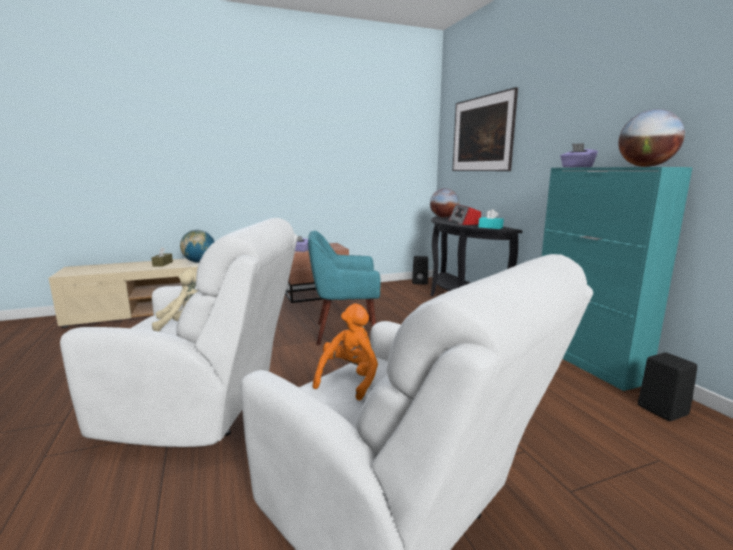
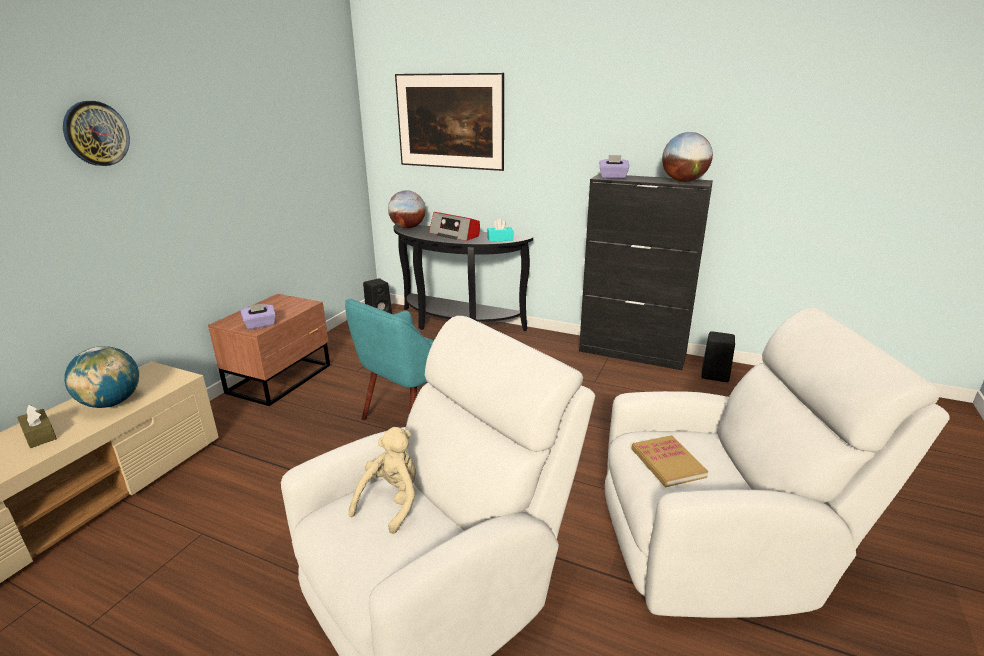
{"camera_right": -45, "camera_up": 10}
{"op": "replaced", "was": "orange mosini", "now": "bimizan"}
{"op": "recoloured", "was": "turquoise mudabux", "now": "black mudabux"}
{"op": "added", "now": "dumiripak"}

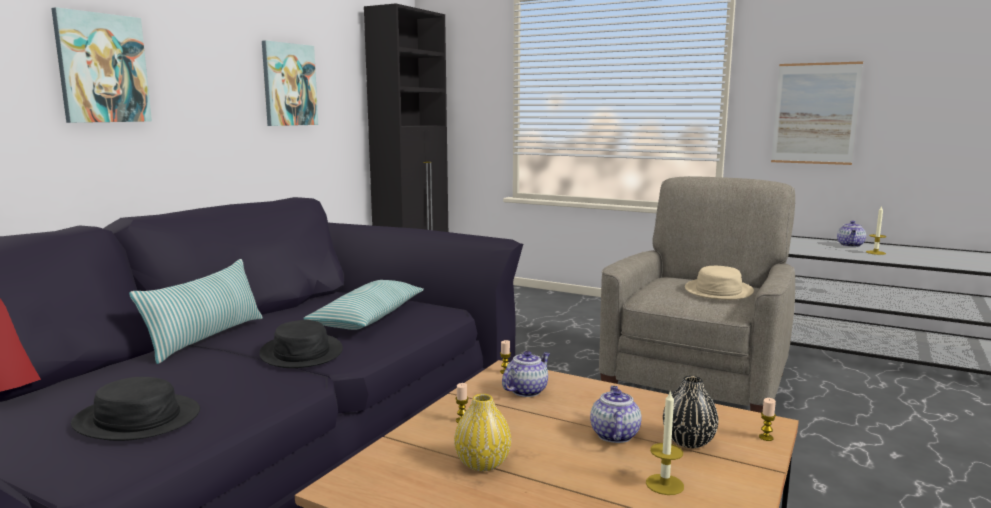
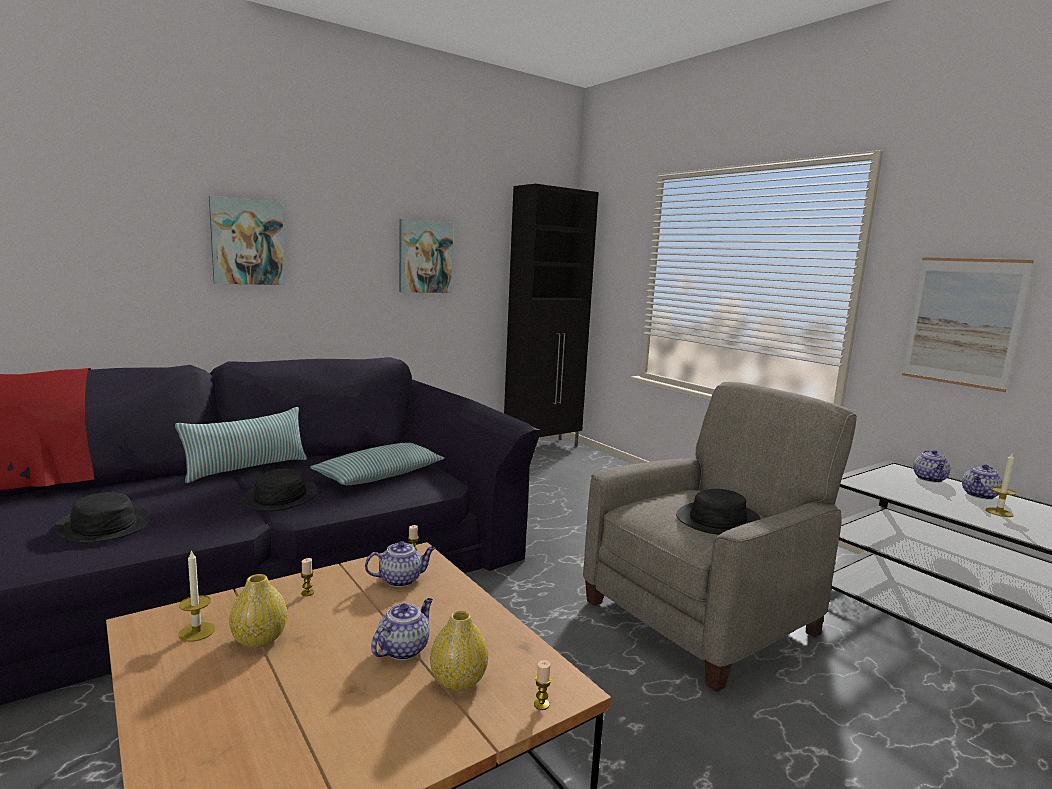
{"camera_right": 25, "camera_up": 0}
{"op": "moved", "was": "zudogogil (3rd from left in the first image)", "now": "zudogogil (1st from left)"}
{"op": "recoloured", "was": "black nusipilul", "now": "yellow nusipilul (2nd from left)"}
{"op": "recoloured", "was": "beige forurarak", "now": "black forurarak (3rd from left)"}
{"op": "added", "now": "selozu (3rd from left)"}

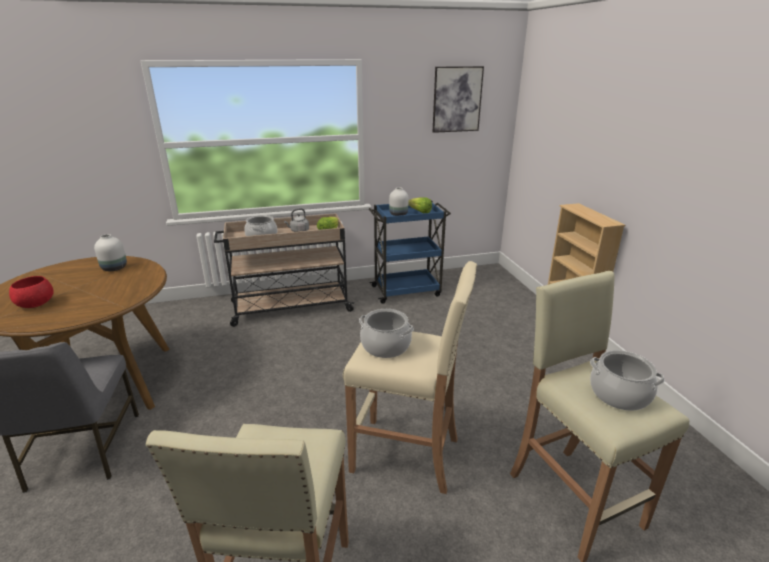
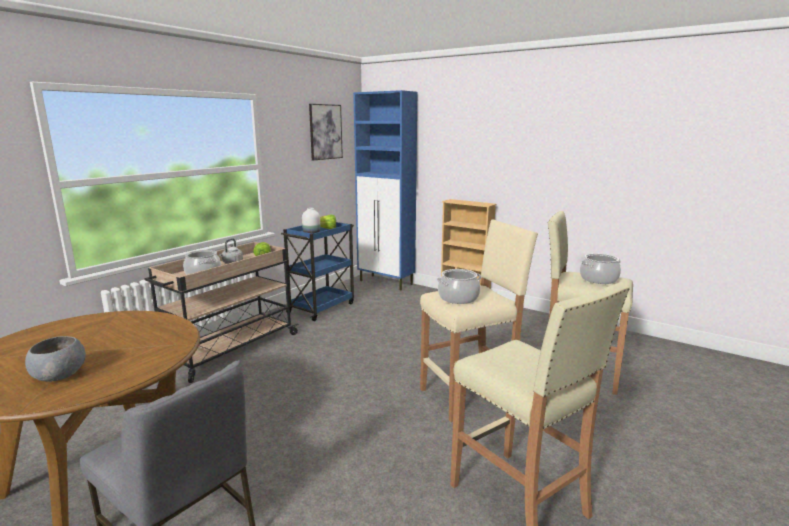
{"camera_right": -40, "camera_up": -10}
{"op": "recoloured", "was": "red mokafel", "now": "grey mokafel"}
{"op": "removed", "was": "white nusipilul (1st from left)"}
{"op": "added", "now": "blue mudabux"}

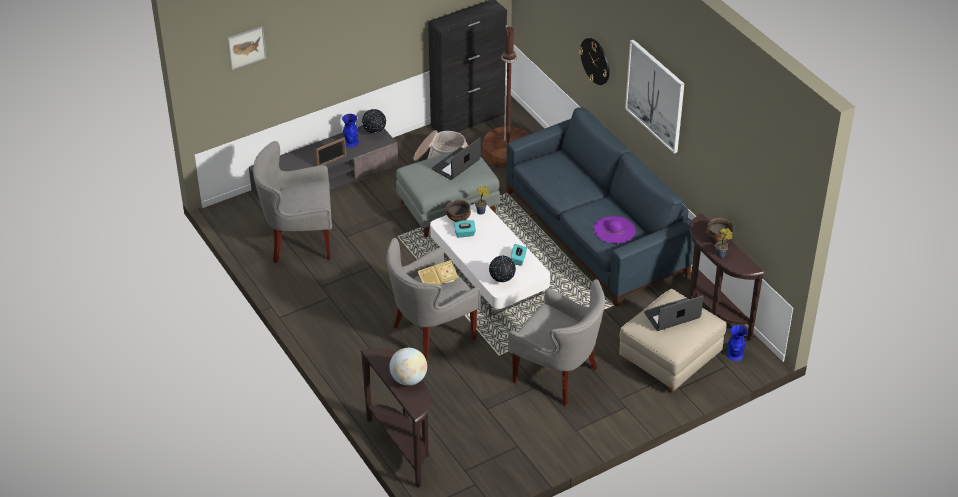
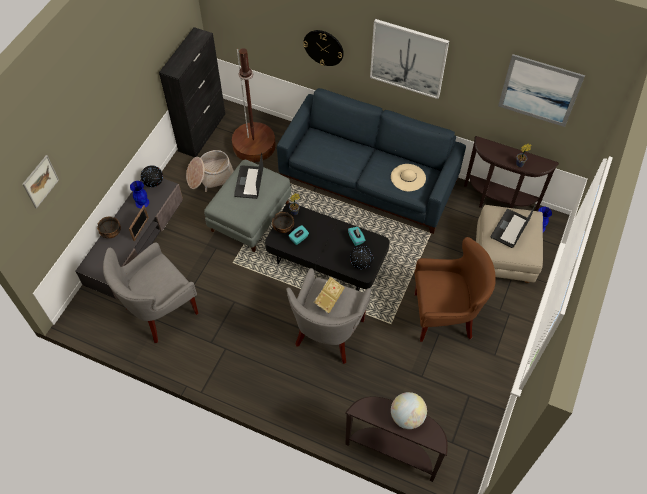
{"camera_right": -35, "camera_up": 15}
{"op": "recoloured", "was": "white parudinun", "now": "black parudinun"}
{"op": "recoloured", "was": "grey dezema (3rd from left)", "now": "brown dezema"}
{"op": "recoloured", "was": "purple forurarak", "now": "beige forurarak"}
{"op": "moved", "was": "mokafel (2nd from left in the first image)", "now": "mokafel (1st from left)"}
{"op": "added", "now": "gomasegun (3rd from left)"}

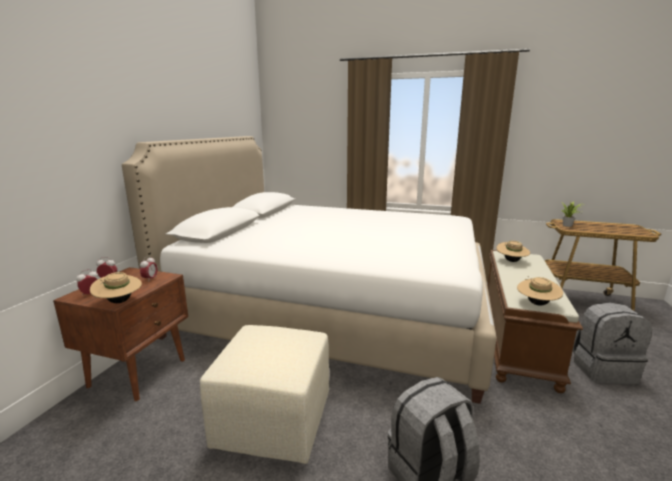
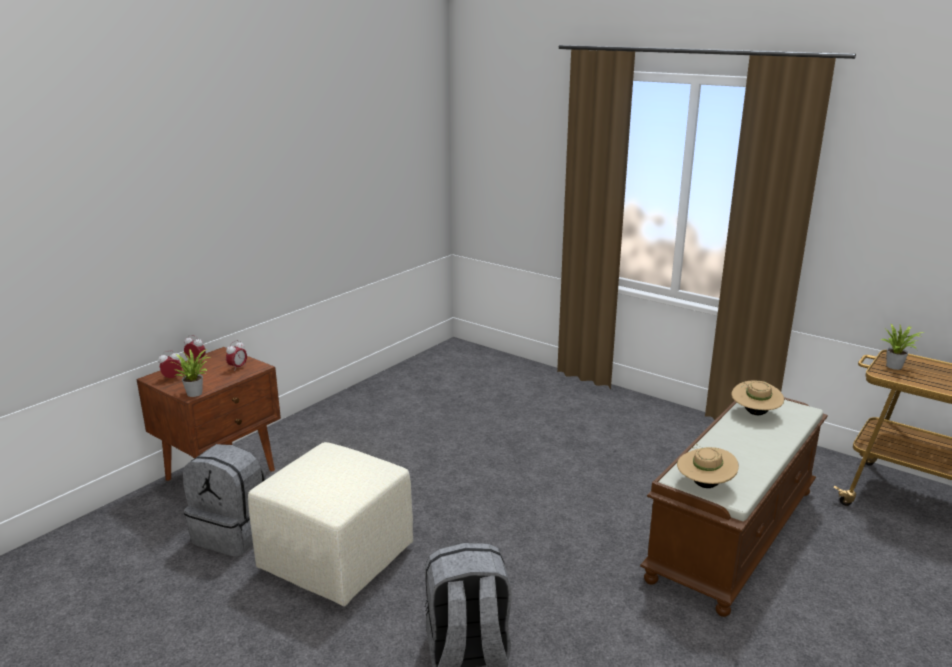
{"camera_right": 20, "camera_up": 5}
{"op": "replaced", "was": "beige forurarak (1st from left)", "now": "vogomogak (1st from left)"}
{"op": "removed", "was": "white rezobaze"}
{"op": "moved", "was": "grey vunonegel (2nd from left in the first image)", "now": "grey vunonegel (1st from left)"}

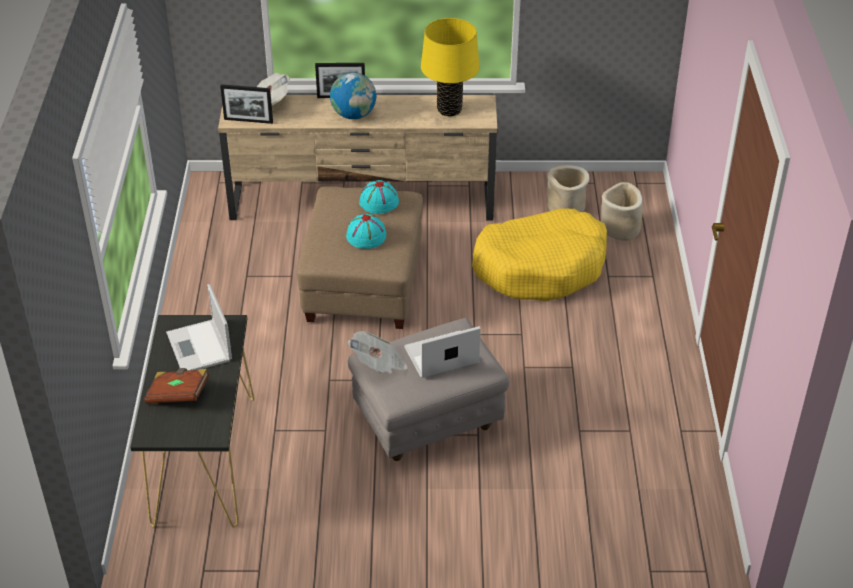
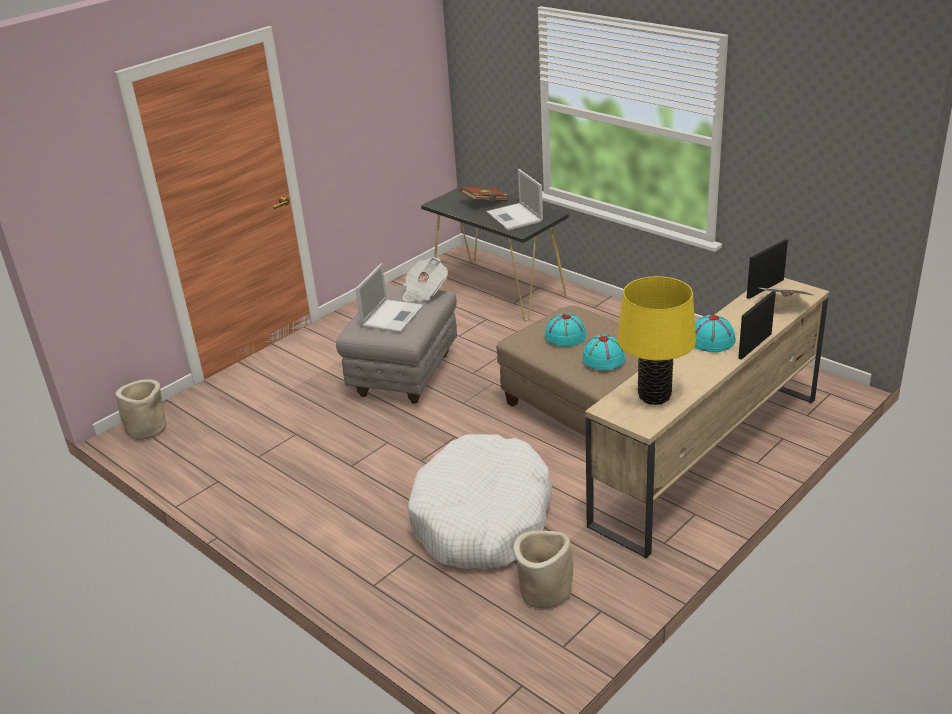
{"camera_right": 135, "camera_up": -10}
{"op": "turned", "was": "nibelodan (1st from left in the first image)", "clockwise": -135}
{"op": "replaced", "was": "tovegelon", "now": "turquoise forurarak (3rd from left)"}
{"op": "recoloured", "was": "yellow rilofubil", "now": "white rilofubil"}
{"op": "moved", "was": "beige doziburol (2nd from left in the first image)", "now": "beige doziburol (1st from left)"}

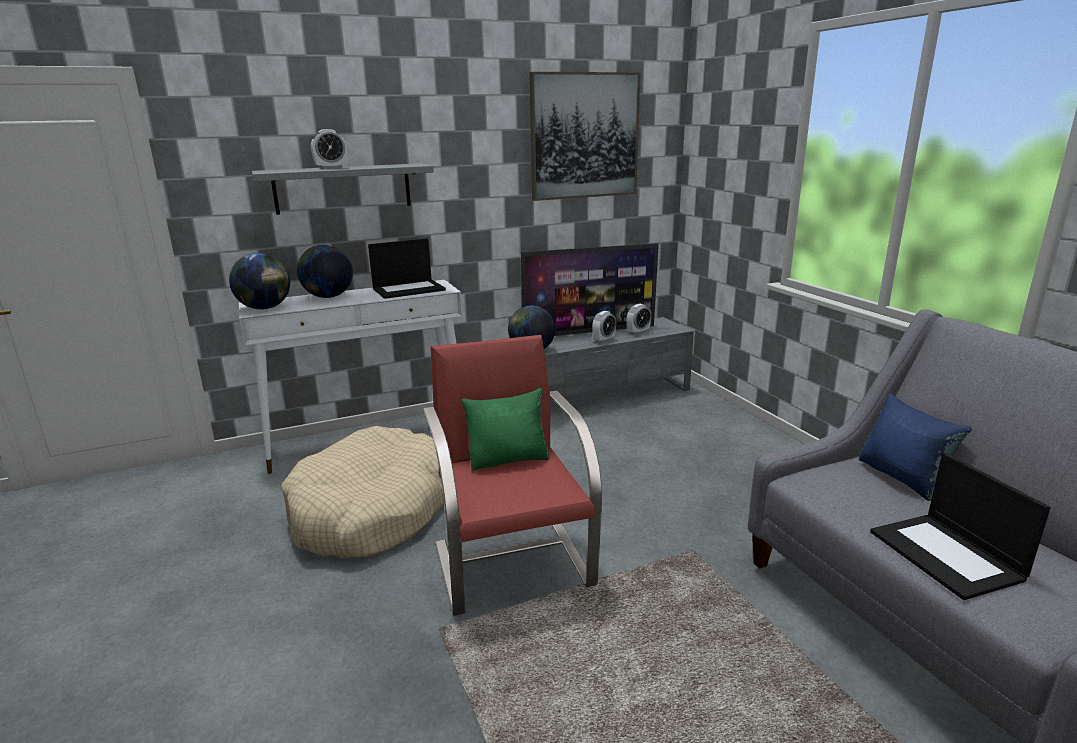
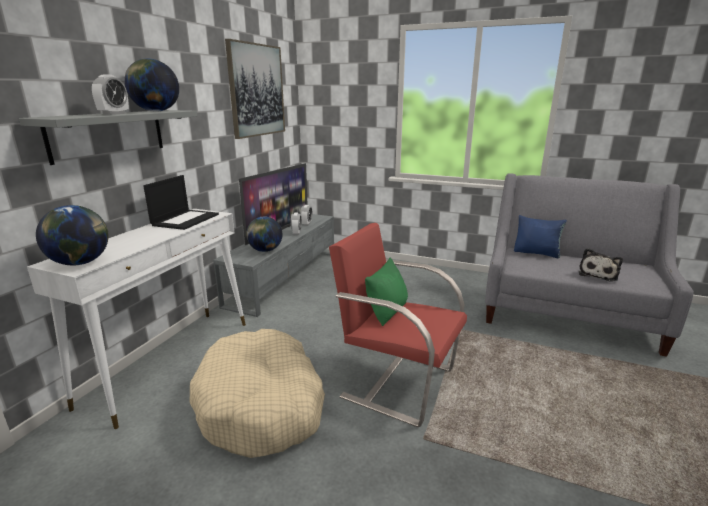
{"camera_right": -45, "camera_up": 0}
{"op": "moved", "was": "tovegelon (2nd from left)"}
{"op": "replaced", "was": "nibelodan (2nd from left)", "now": "mosini"}

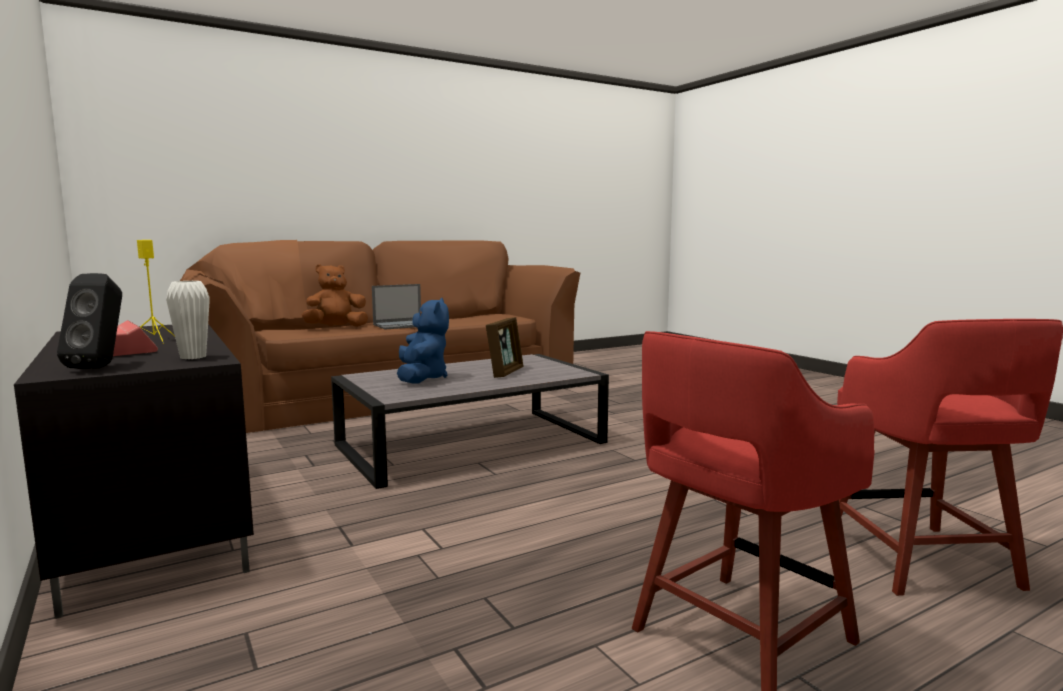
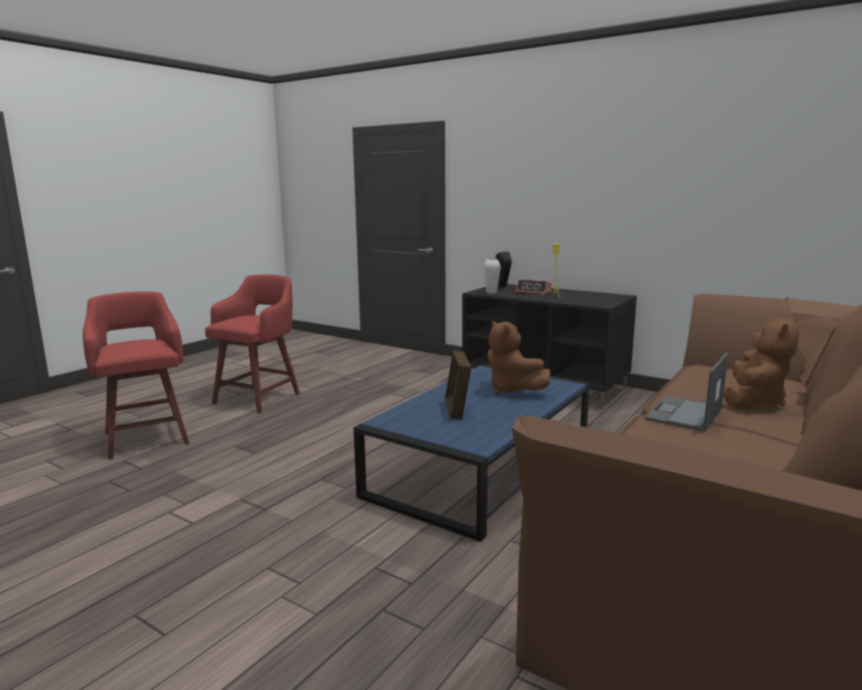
{"camera_right": 155, "camera_up": 5}
{"op": "recoloured", "was": "grey parudinun", "now": "blue parudinun"}
{"op": "recoloured", "was": "blue mosini", "now": "brown mosini (1st from left)"}

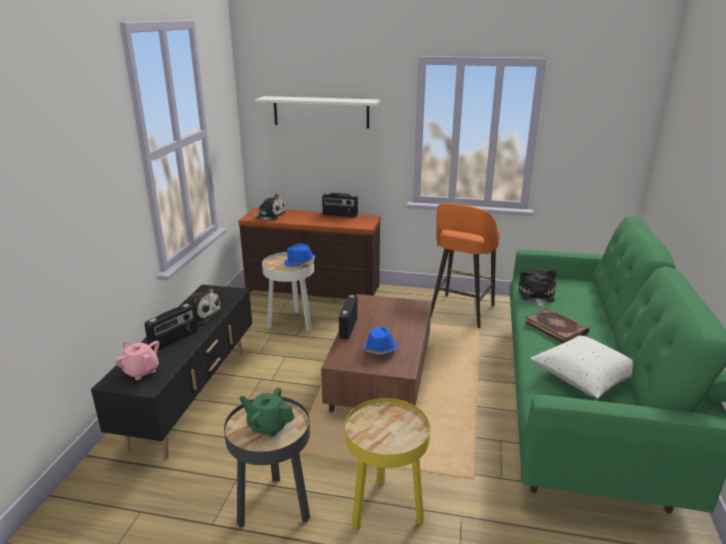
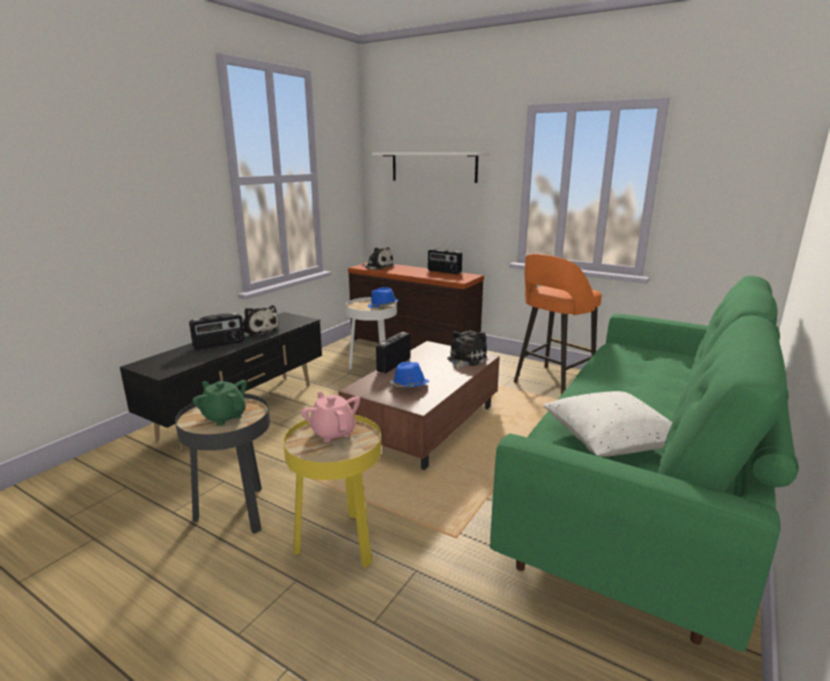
{"camera_right": 20, "camera_up": -5}
{"op": "moved", "was": "pink selozu"}
{"op": "moved", "was": "mosini (3rd from left)"}
{"op": "removed", "was": "bimizan"}

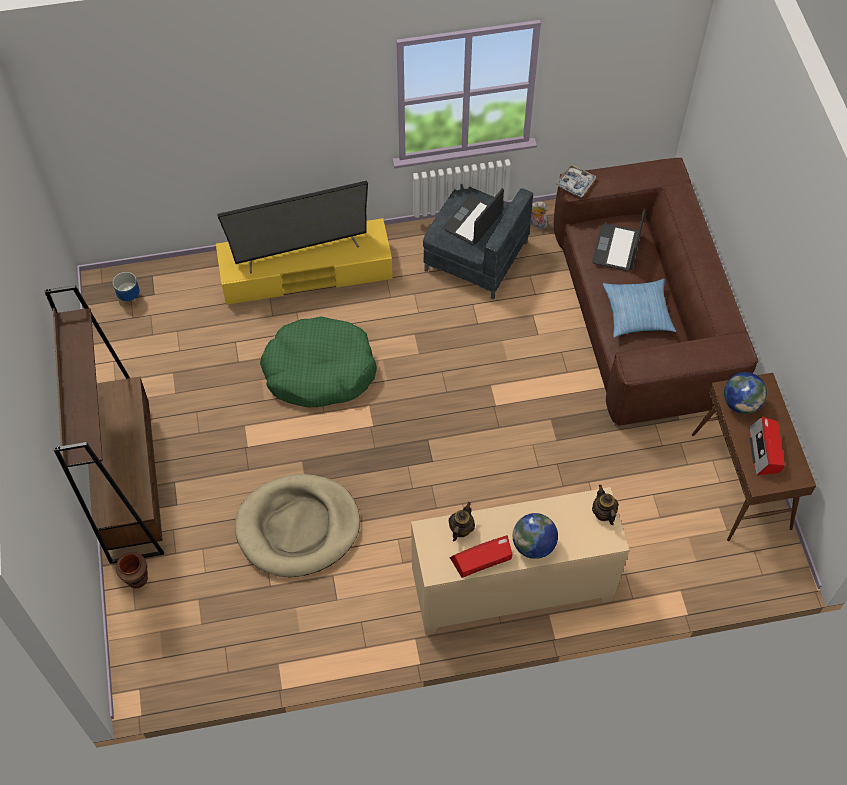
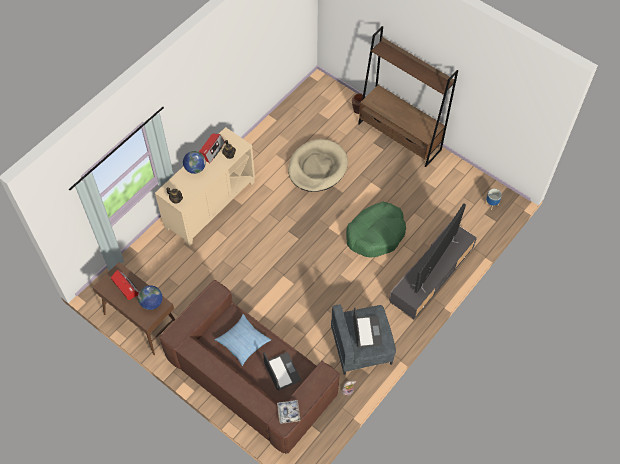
{"camera_right": 140, "camera_up": 0}
{"op": "recoloured", "was": "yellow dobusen", "now": "grey dobusen"}
{"op": "moved", "was": "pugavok"}

